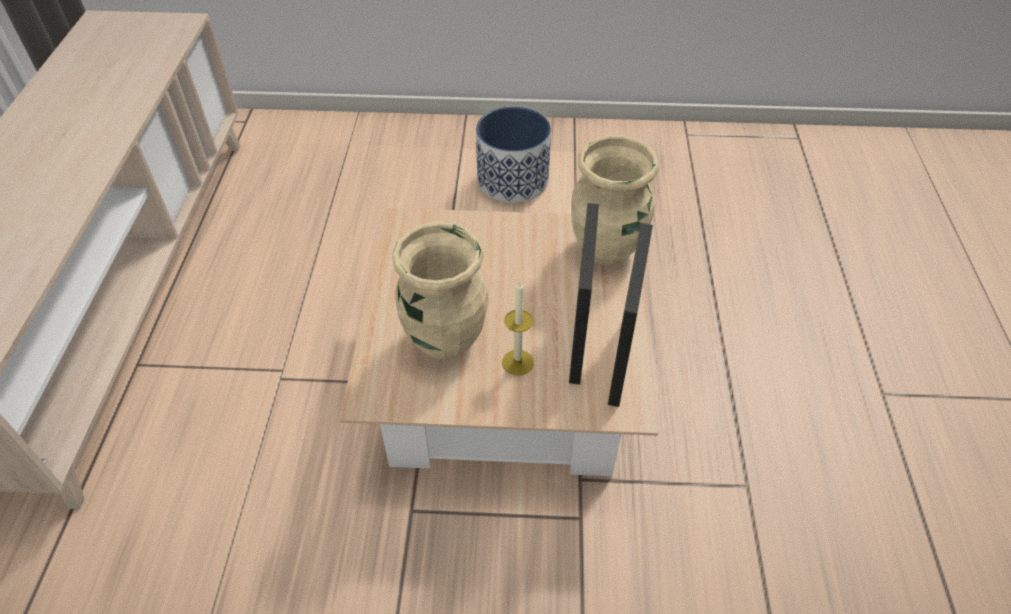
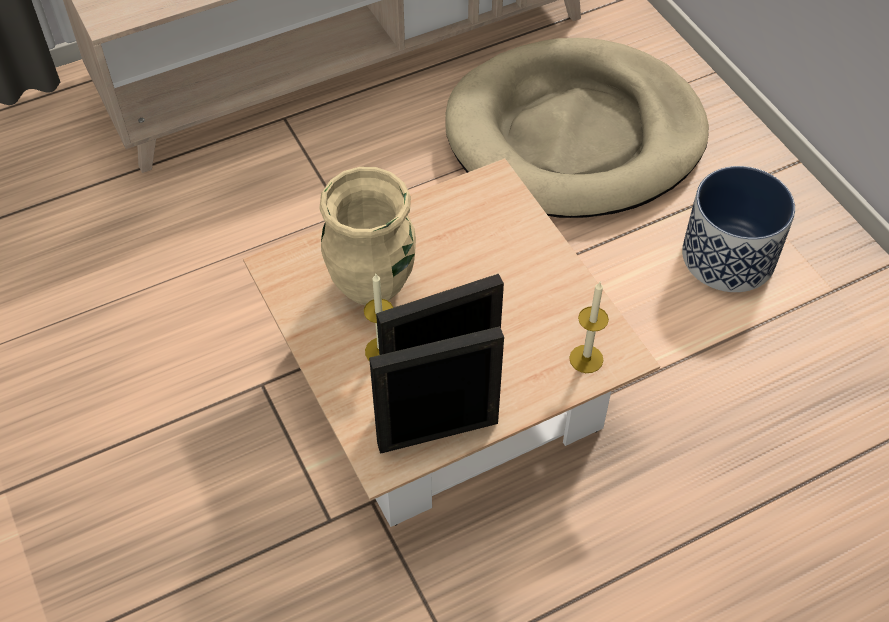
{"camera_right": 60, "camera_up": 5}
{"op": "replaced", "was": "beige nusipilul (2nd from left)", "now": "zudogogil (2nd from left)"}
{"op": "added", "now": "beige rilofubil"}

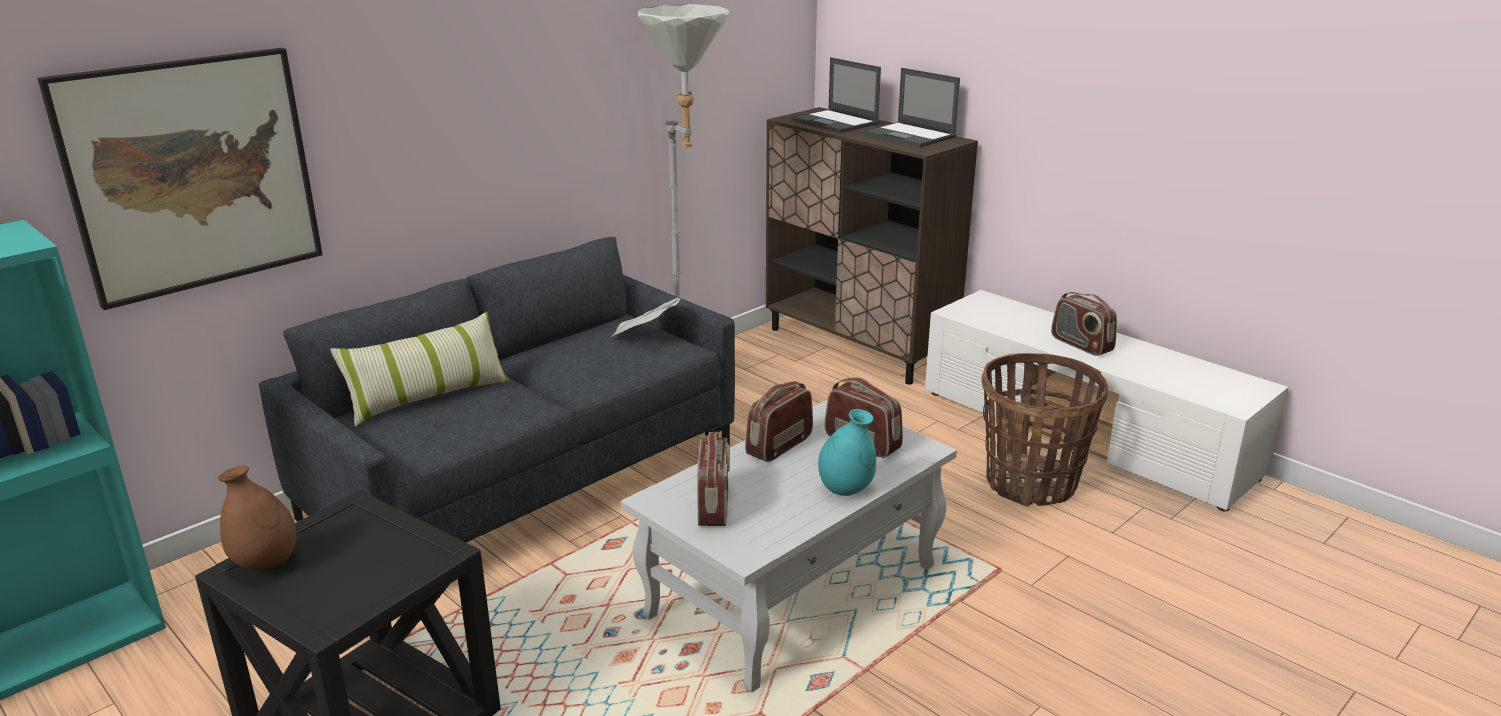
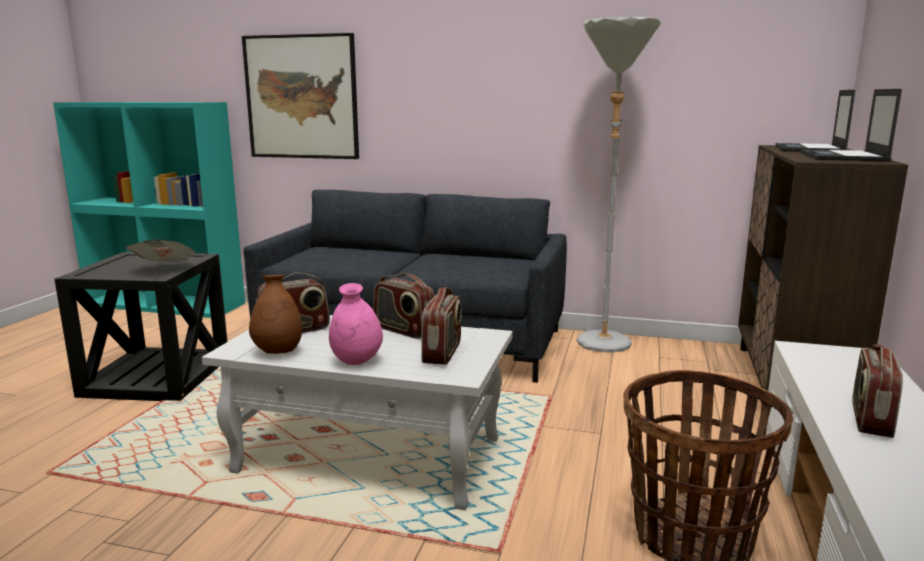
{"camera_right": 60, "camera_up": -10}
{"op": "moved", "was": "brown nusipilul"}
{"op": "removed", "was": "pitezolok"}
{"op": "moved", "was": "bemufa"}
{"op": "turned", "was": "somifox (2nd from left)", "clockwise": -150}
{"op": "recoloured", "was": "turquoise nusipilul", "now": "pink nusipilul"}

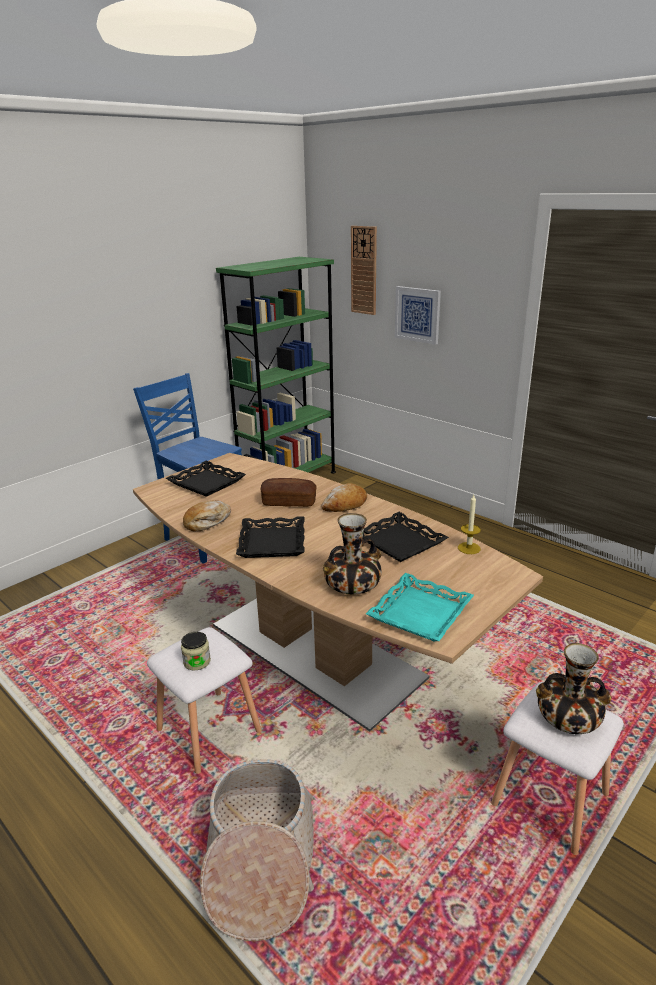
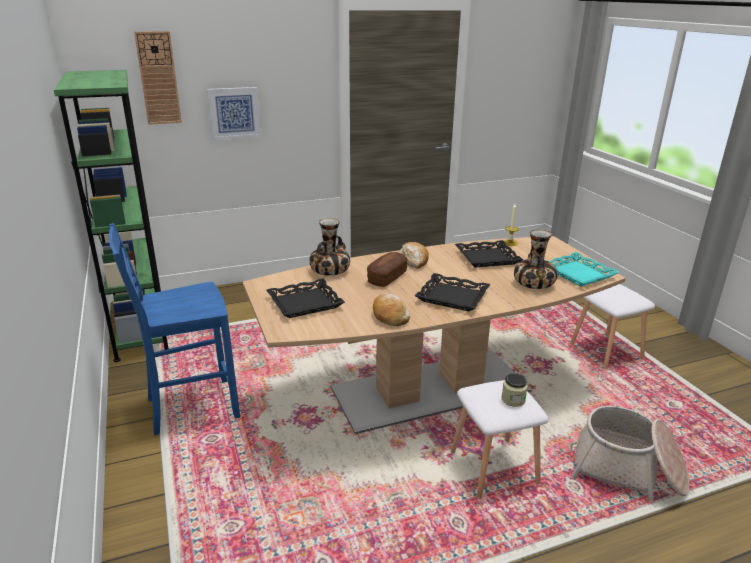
{"camera_right": -65, "camera_up": 0}
{"op": "moved", "was": "nusipilul (2nd from left in the first image)", "now": "nusipilul (1st from left)"}

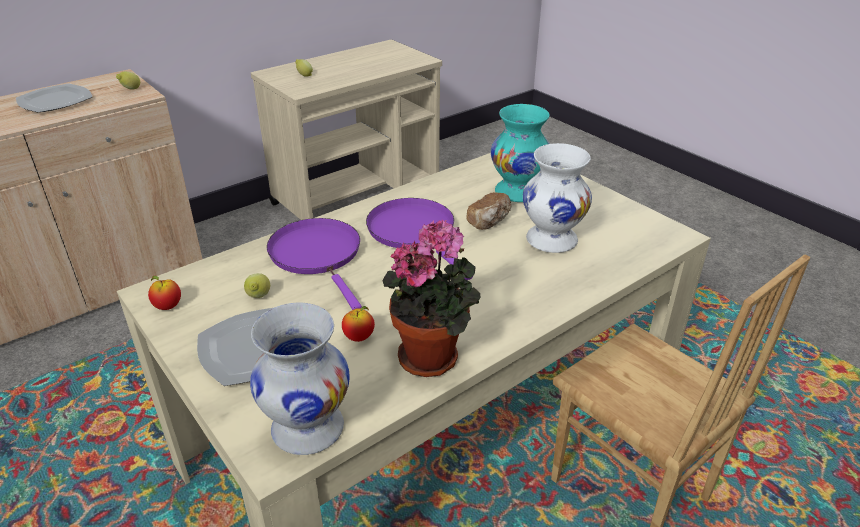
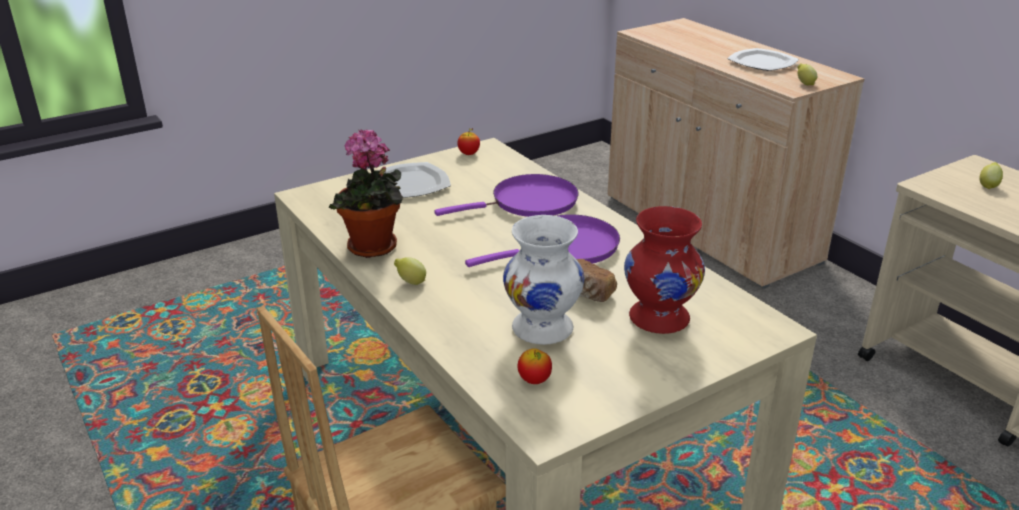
{"camera_right": 95, "camera_up": -5}
{"op": "moved", "was": "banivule (2nd from left in the first image)", "now": "banivule (1st from left)"}
{"op": "removed", "was": "white nusipilul (1st from left)"}
{"op": "moved", "was": "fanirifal (2nd from left)"}
{"op": "recoloured", "was": "turquoise nusipilul", "now": "red nusipilul"}

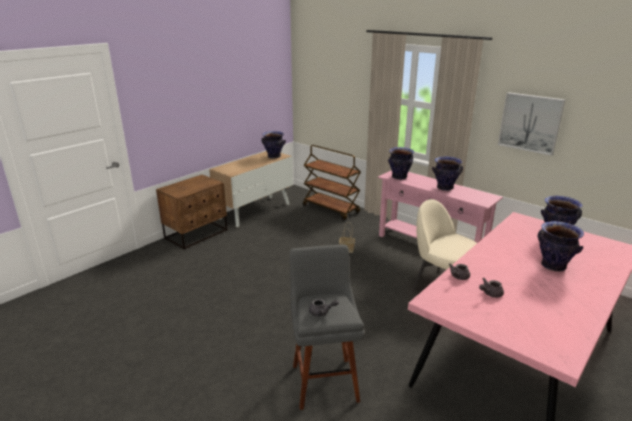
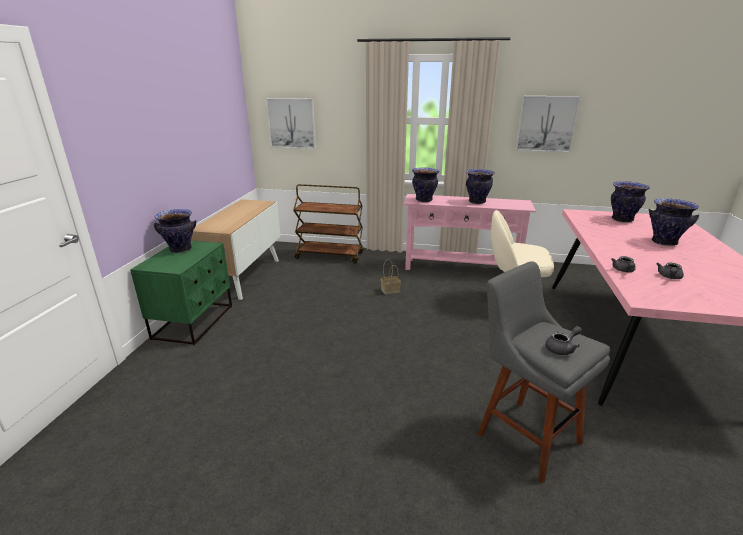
{"camera_right": -30, "camera_up": 0}
{"op": "recoloured", "was": "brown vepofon", "now": "green vepofon"}
{"op": "moved", "was": "nusipilul (1st from left)"}
{"op": "added", "now": "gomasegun (1st from left)"}

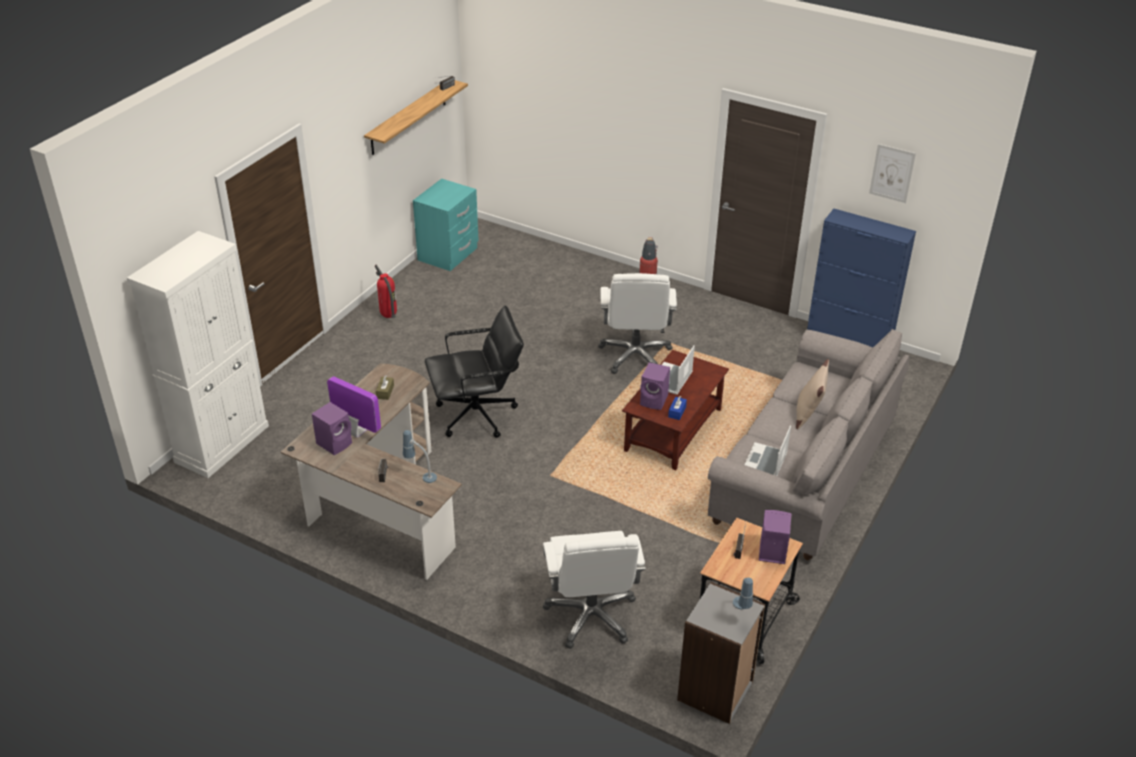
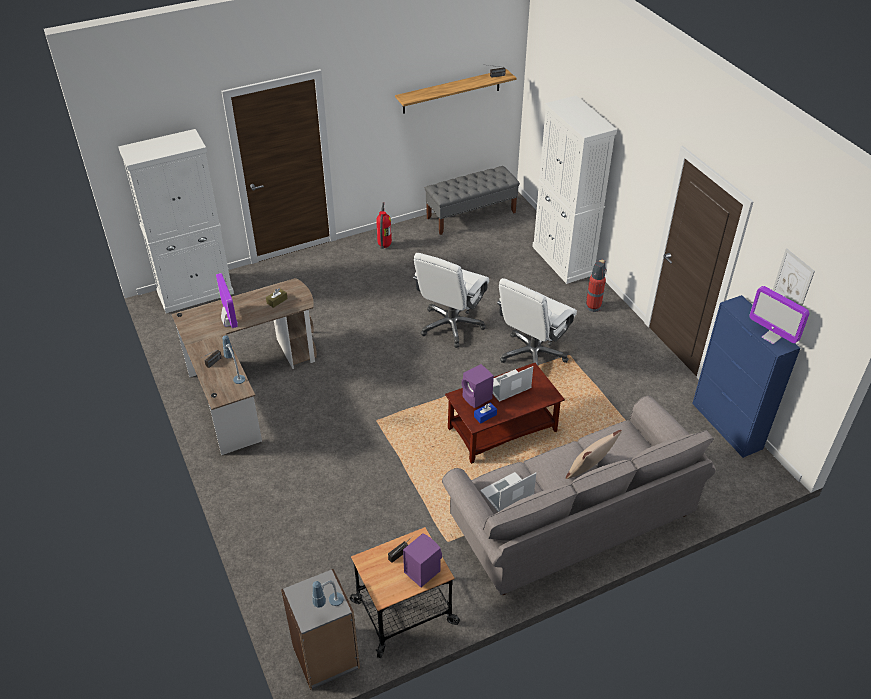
{"camera_right": 35, "camera_up": 5}
{"op": "removed", "was": "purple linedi (1st from left)"}
{"op": "replaced", "was": "turquoise vepofon", "now": "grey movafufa"}
{"op": "removed", "was": "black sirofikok"}
{"op": "moved", "was": "white sirofikok (1st from left)"}
{"op": "added", "now": "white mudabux (2nd from left)"}
{"op": "added", "now": "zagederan (2nd from left)"}

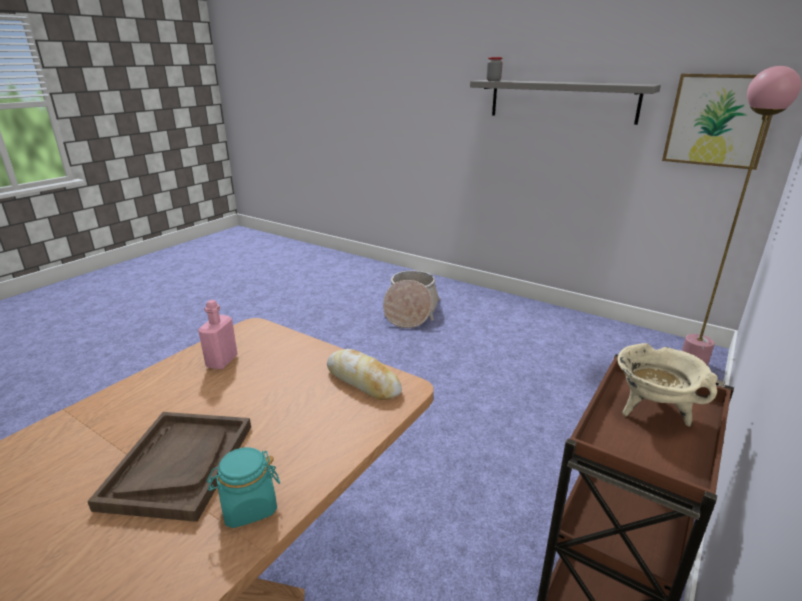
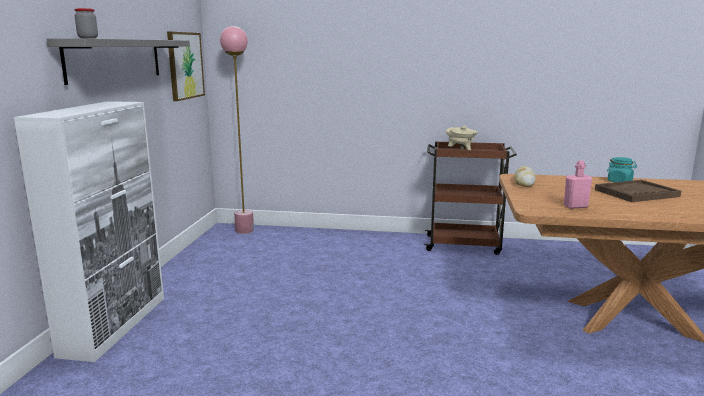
{"camera_right": -115, "camera_up": -10}
{"op": "removed", "was": "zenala"}
{"op": "added", "now": "white mudabux"}

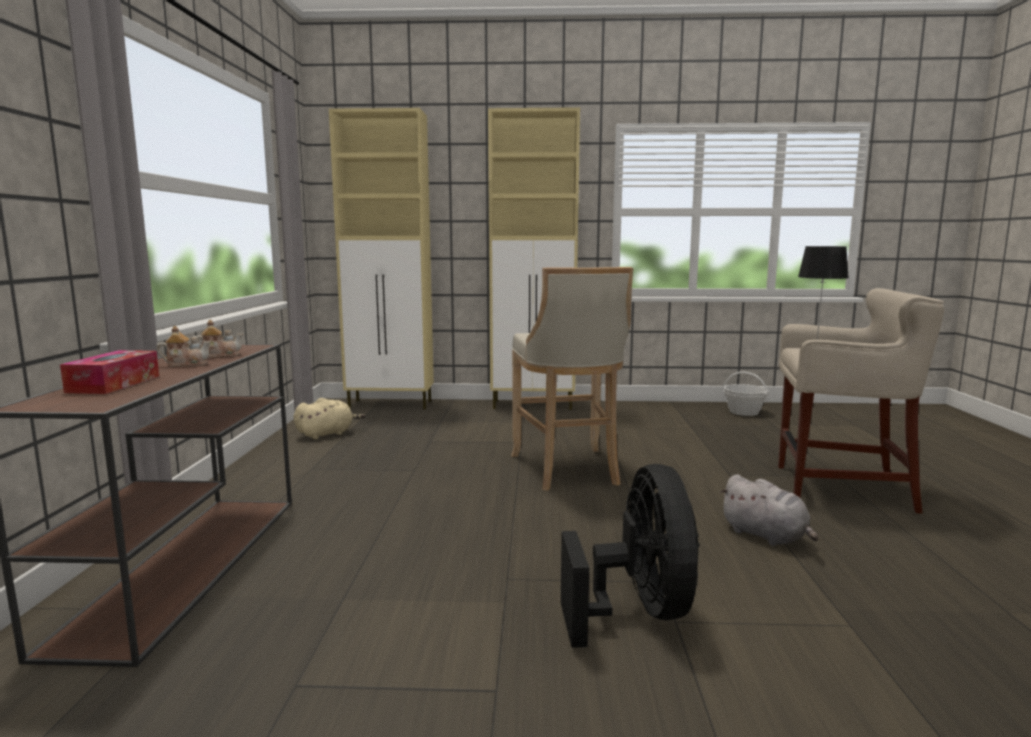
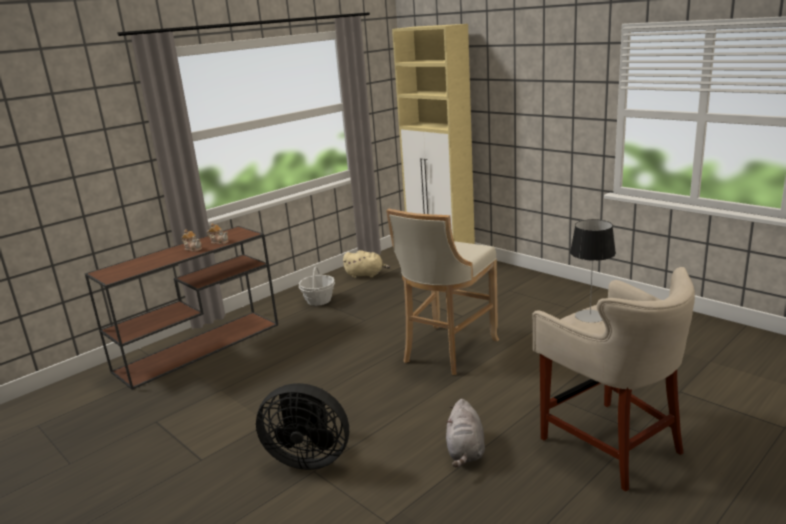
{"camera_right": 45, "camera_up": 10}
{"op": "removed", "was": "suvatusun"}
{"op": "removed", "was": "beige mudabux (2nd from left)"}
{"op": "turned", "was": "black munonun", "clockwise": 60}
{"op": "moved", "was": "zenala"}

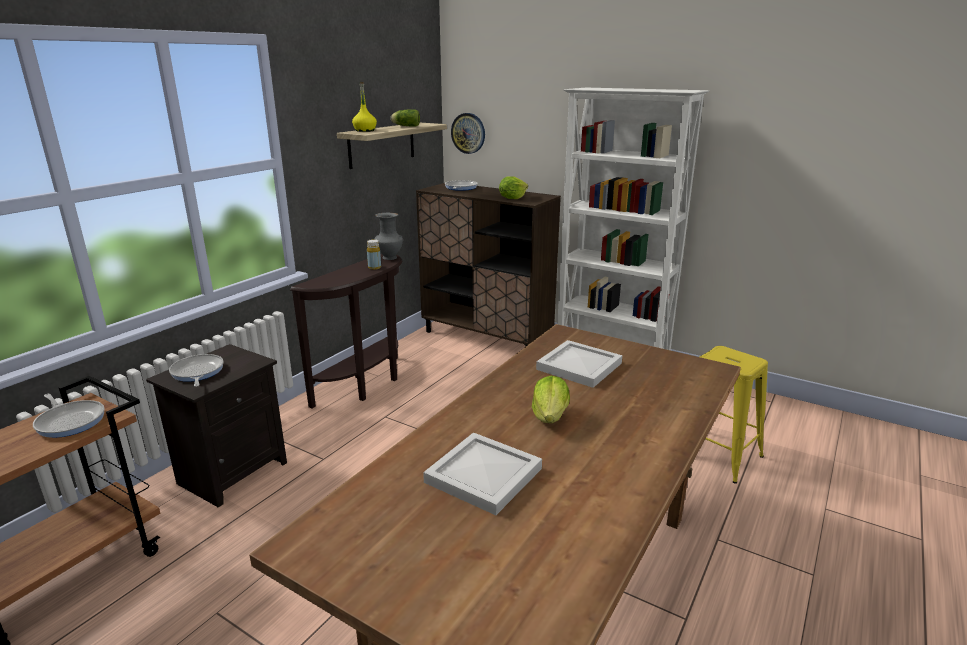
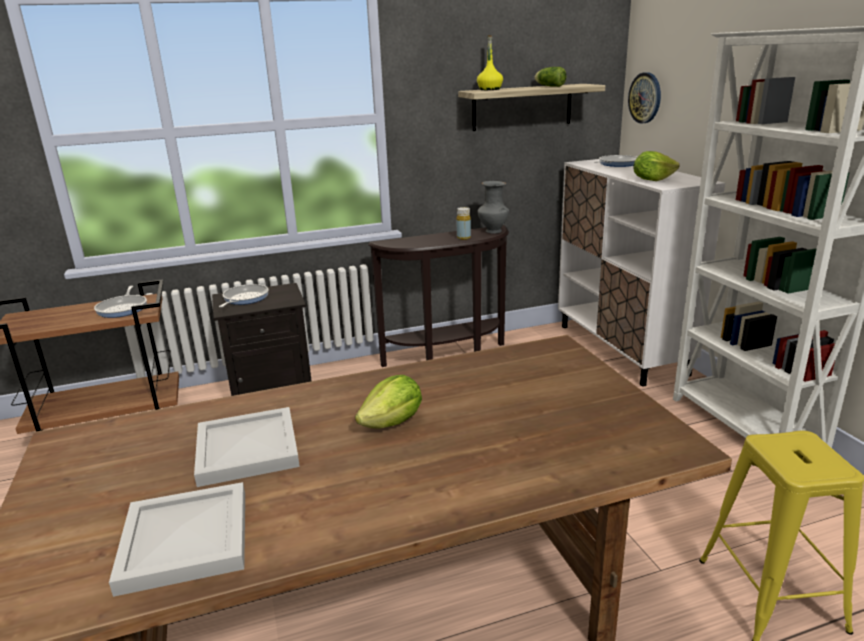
{"camera_right": 40, "camera_up": 0}
{"op": "recoloured", "was": "brown mudabux", "now": "white mudabux"}
{"op": "moved", "was": "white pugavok (2nd from left in the first image)", "now": "white pugavok (1st from left)"}

